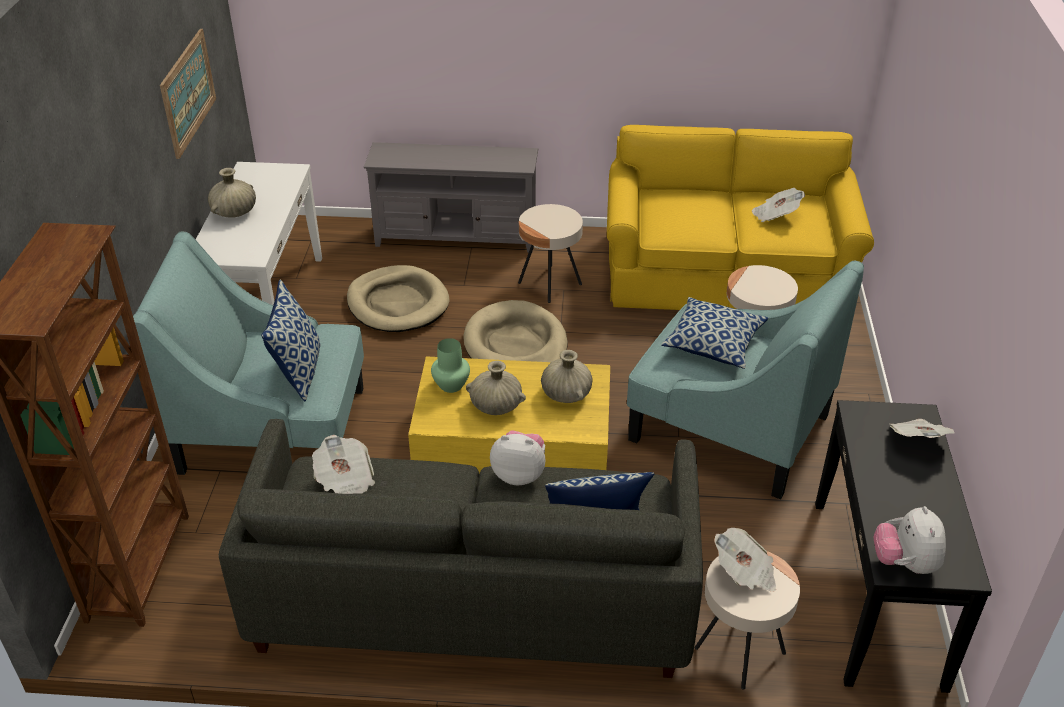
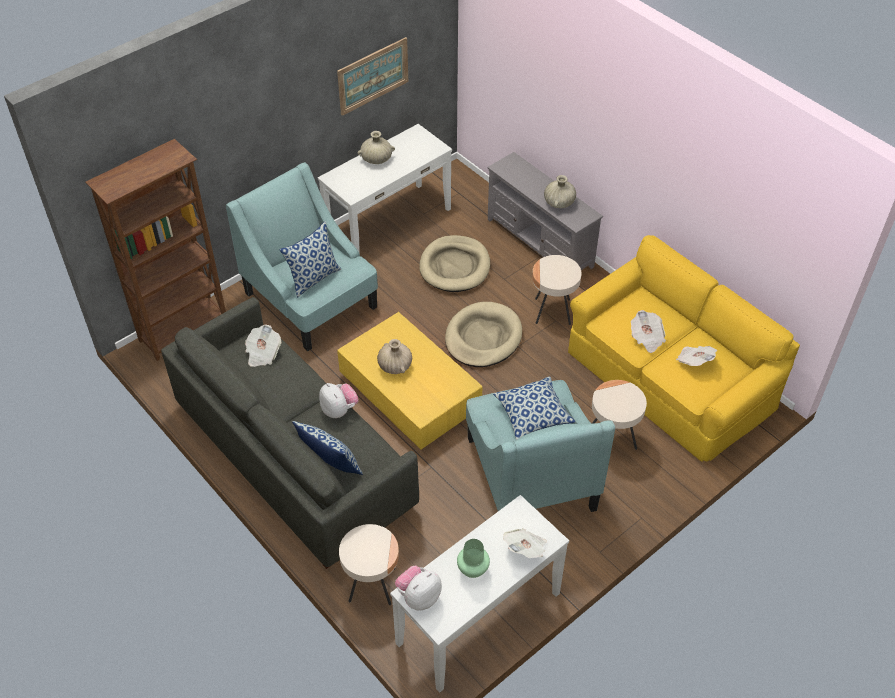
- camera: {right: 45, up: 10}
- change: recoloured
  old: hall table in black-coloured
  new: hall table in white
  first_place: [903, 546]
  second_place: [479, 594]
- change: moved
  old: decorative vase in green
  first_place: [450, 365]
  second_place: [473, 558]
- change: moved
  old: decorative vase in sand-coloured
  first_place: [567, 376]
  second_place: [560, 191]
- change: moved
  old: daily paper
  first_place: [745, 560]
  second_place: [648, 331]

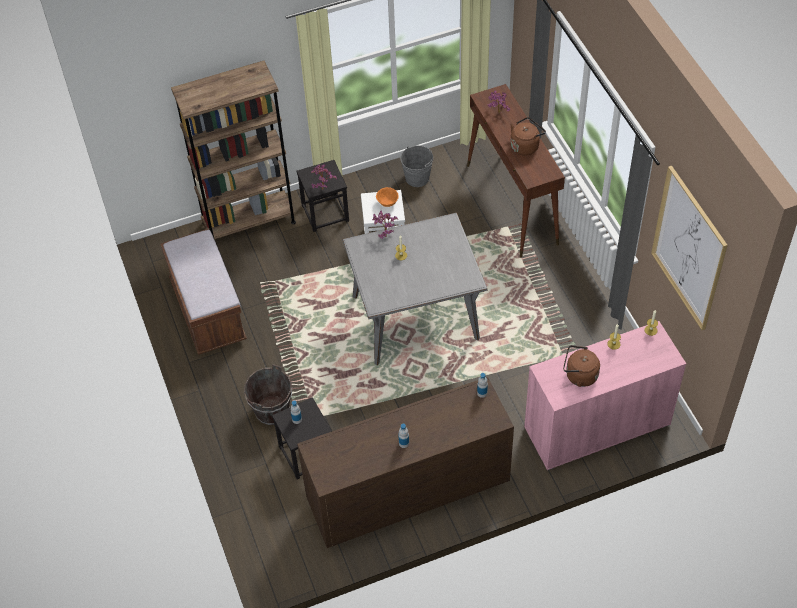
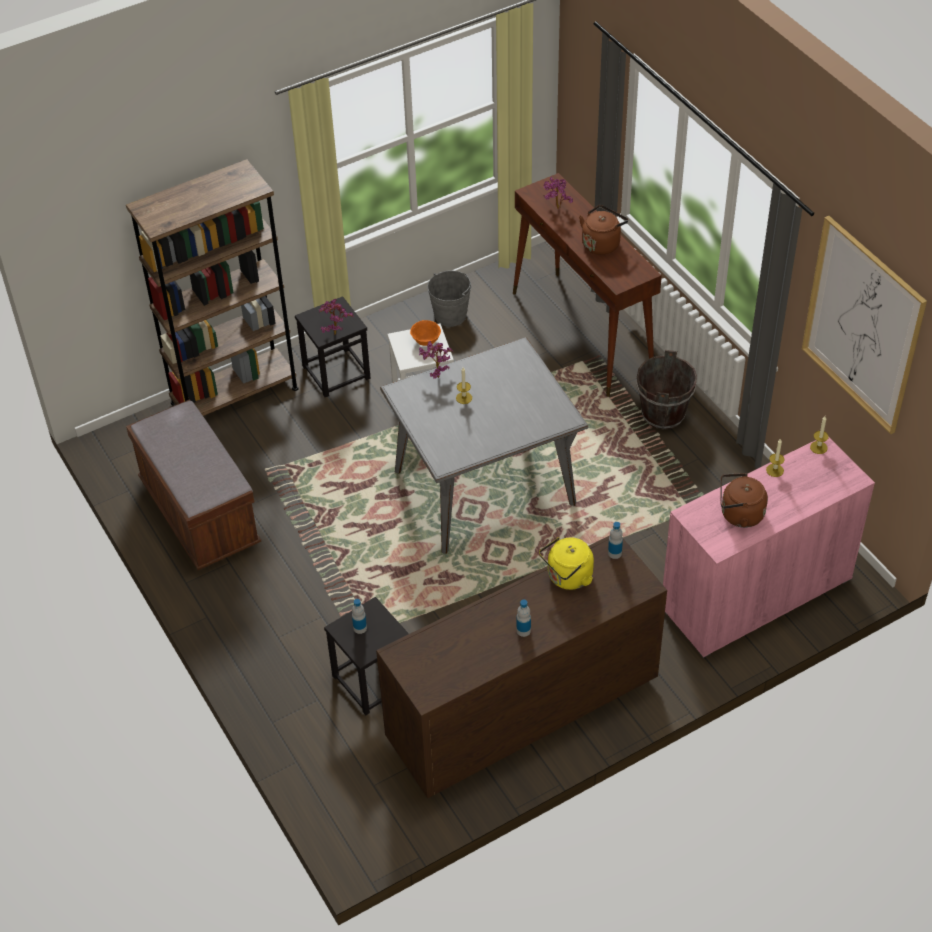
- camera: {right: -10, up: -5}
- change: added
  new: kettle in yellow
  second_place: [566, 563]
- change: moved
  old: water bucket in brown
  first_place: [268, 394]
  second_place: [666, 390]

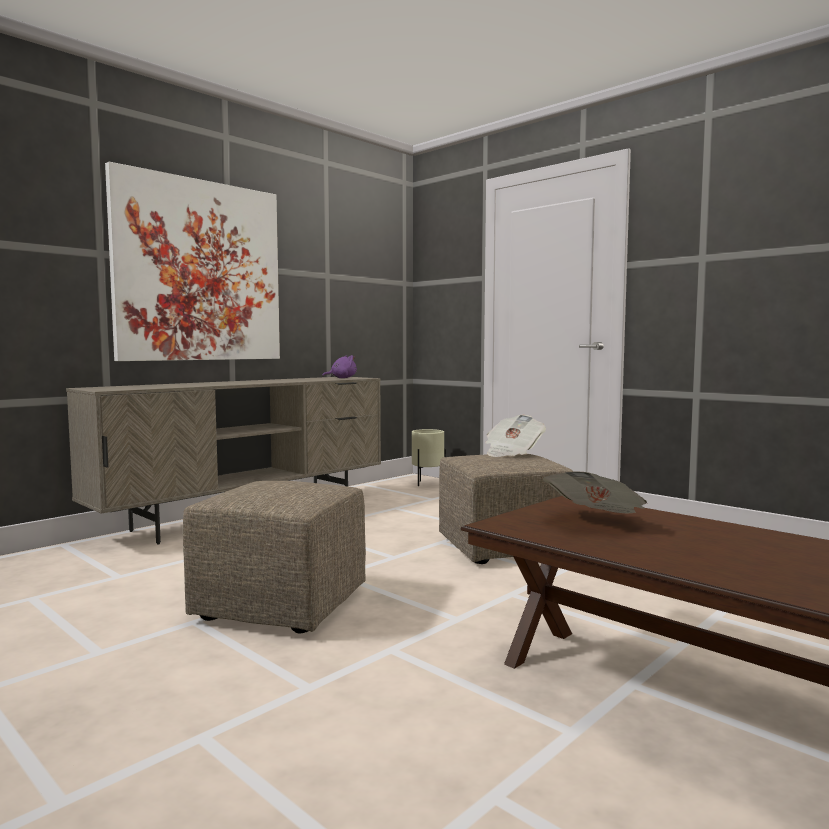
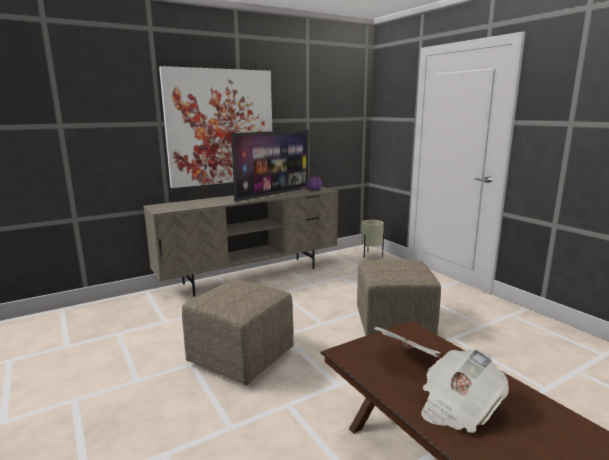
- camera: {right: 15, up: 10}
- change: added
  new: television
  second_place: [270, 166]
- change: moved
  old: daily paper
  first_place: [515, 436]
  second_place: [465, 391]

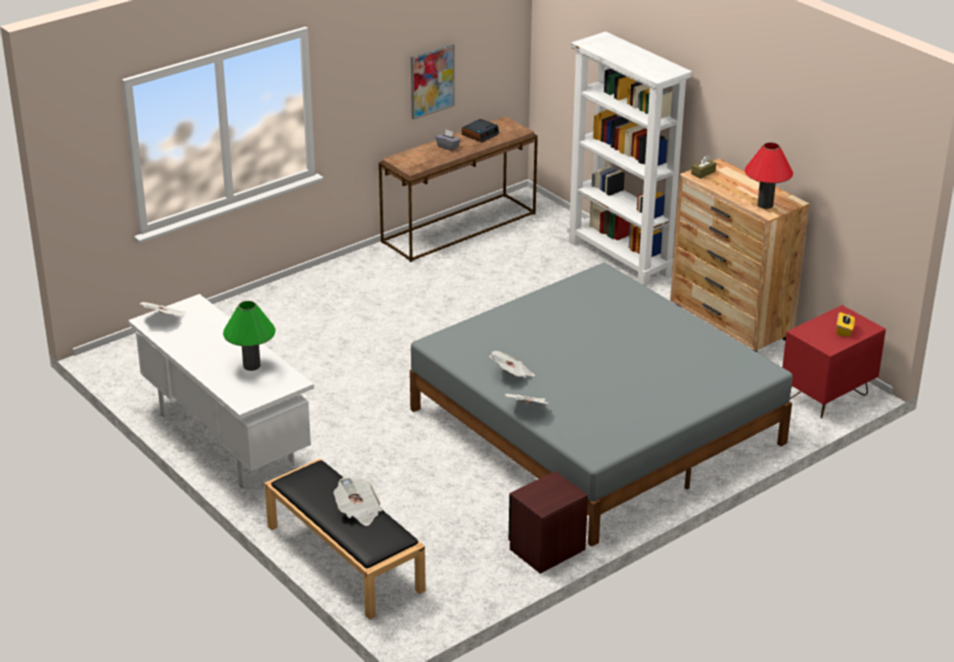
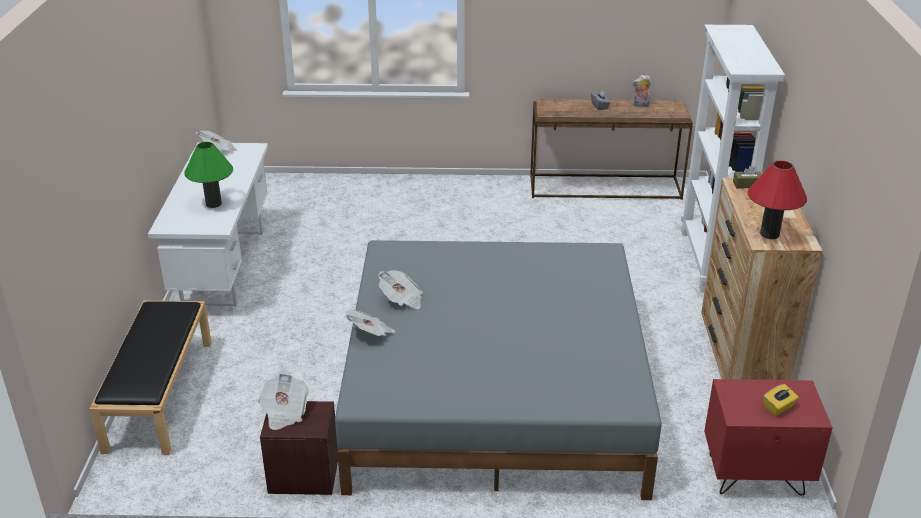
- camera: {right: 40, up: 0}
- change: moved
  old: daily paper
  first_place: [358, 501]
  second_place: [283, 401]
- change: replaced
  old: bedside clock
  new: plush toy
  first_place: [480, 131]
  second_place: [641, 91]
- change: removed
  old: wall picture
  first_place: [432, 82]

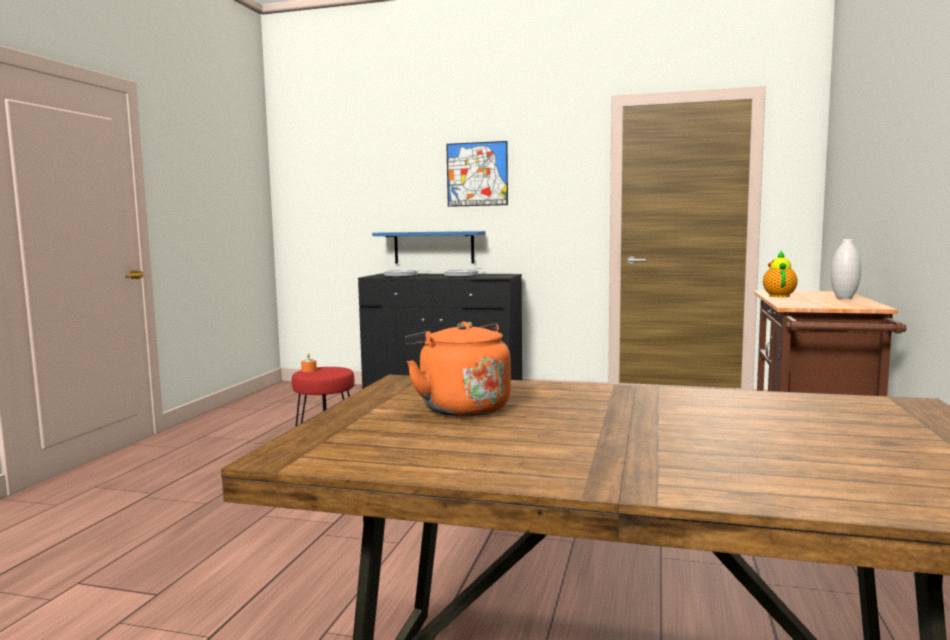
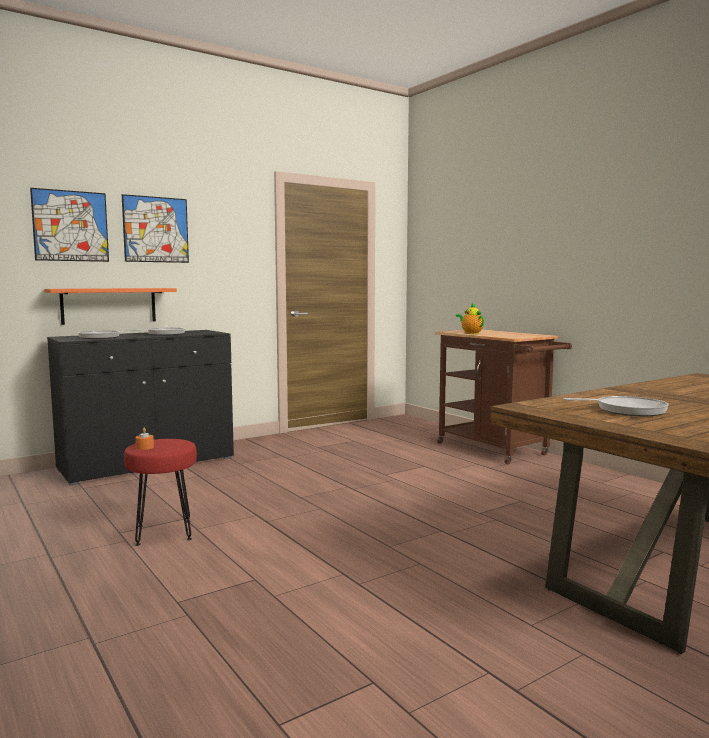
- camera: {right: -50, up: 0}
- change: added
  new: wall picture
  second_place: [69, 225]
- change: recoloured
  old: wall shelf in blue-coloured
  new: wall shelf in orange-coloured
  first_place: [428, 247]
  second_place: [110, 306]
- change: replaced
  old: kettle in orange-coloured
  new: skillet
  first_place: [458, 368]
  second_place: [616, 406]
- change: removed
  old: decorative vase in white
  first_place: [846, 269]

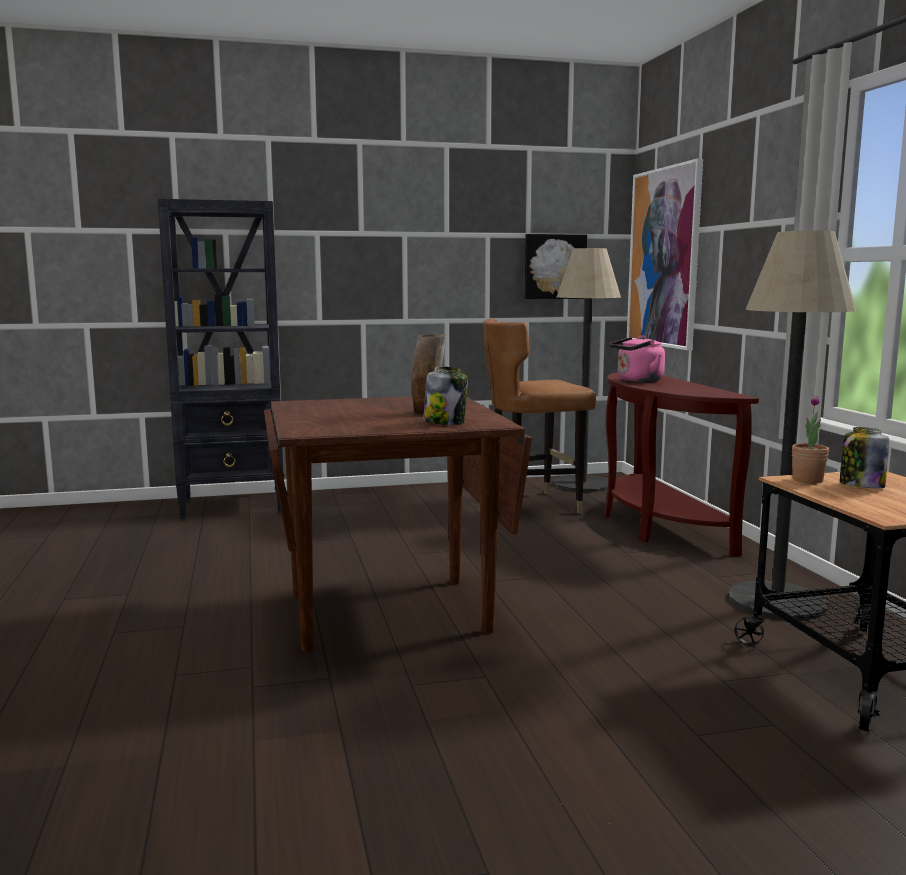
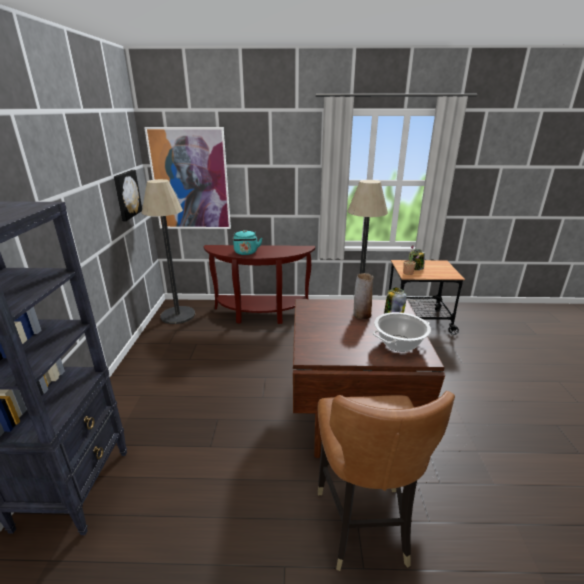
- camera: {right: -75, up: 15}
- change: recoloured
  old: kettle in pink-coloured
  new: kettle in blue-green
  first_place: [637, 359]
  second_place: [247, 242]
- change: moved
  old: upright chair in brown
  first_place: [539, 416]
  second_place: [386, 481]
- change: added
  new: saucepot
  second_place: [402, 332]

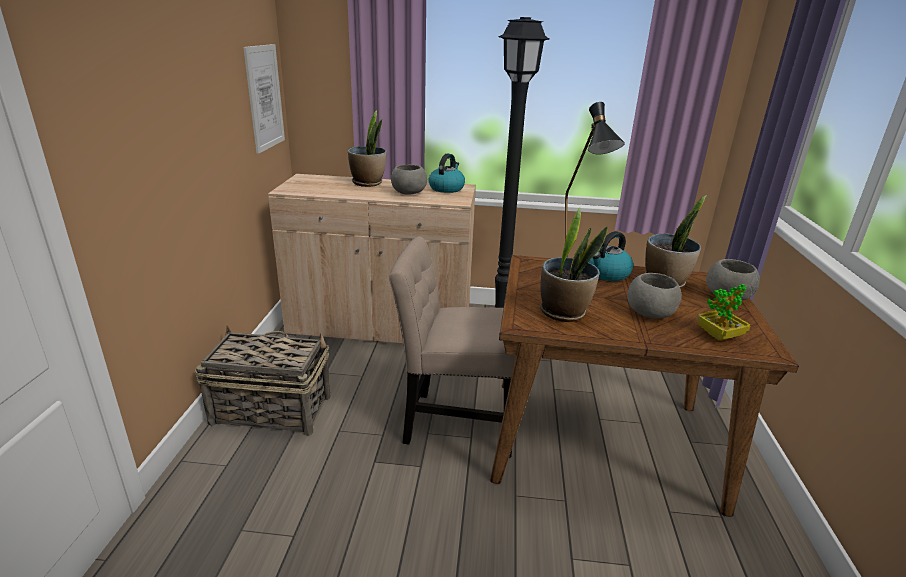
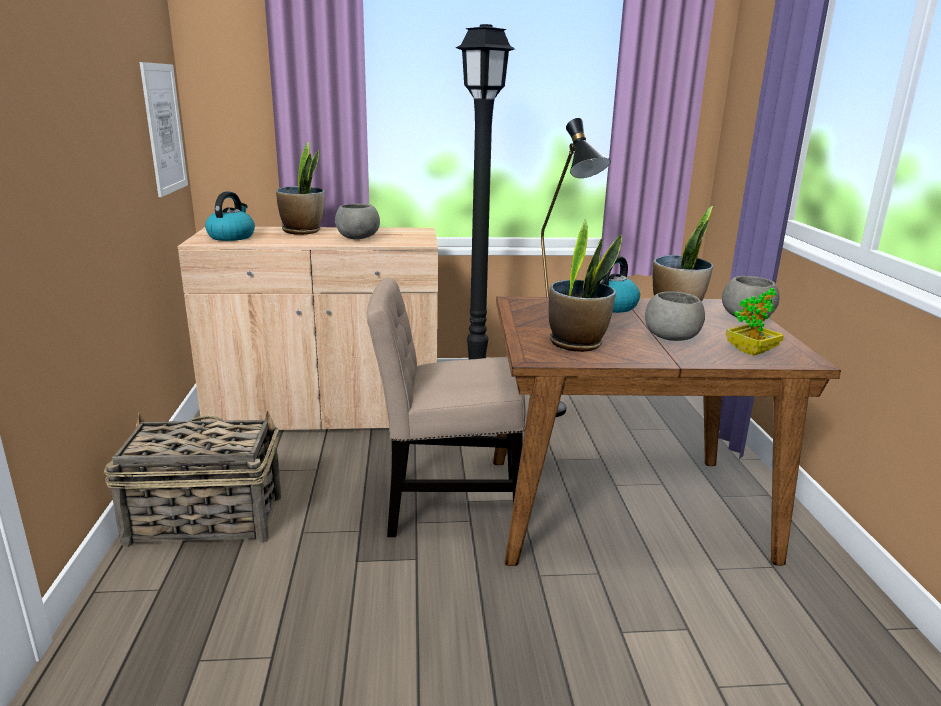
- camera: {right: -10, up: -5}
- change: moved
  old: kettle
  first_place: [446, 173]
  second_place: [230, 216]

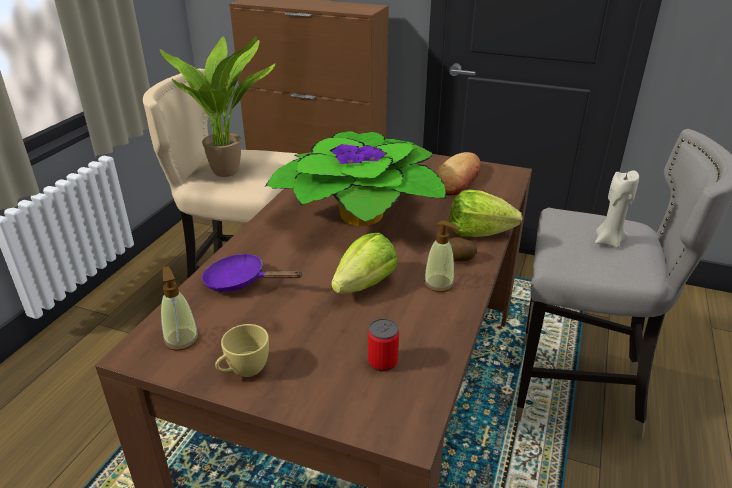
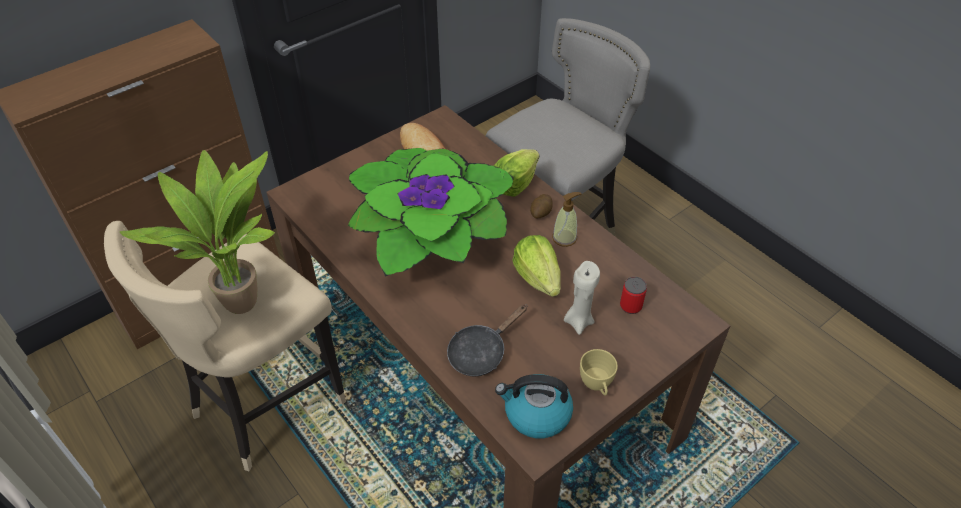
- camera: {right: -60, up: 15}
- change: recoloured
  old: skillet in purplish
  new: skillet in black-coloured
  first_place: [252, 272]
  second_place: [487, 341]
- change: replaced
  old: liquid soap bottle
  new: kettle
  first_place: [180, 308]
  second_place: [534, 406]
- change: moved
  old: candle in sand-coloured
  first_place: [617, 209]
  second_place: [582, 298]

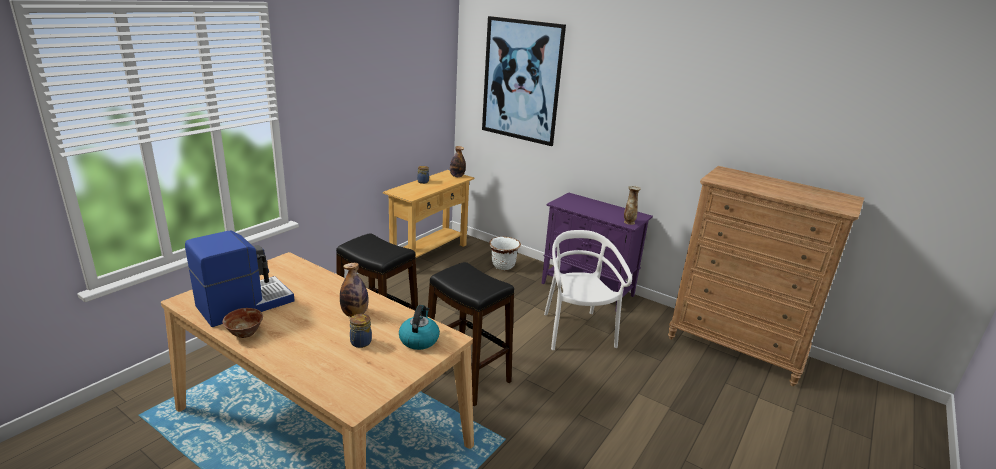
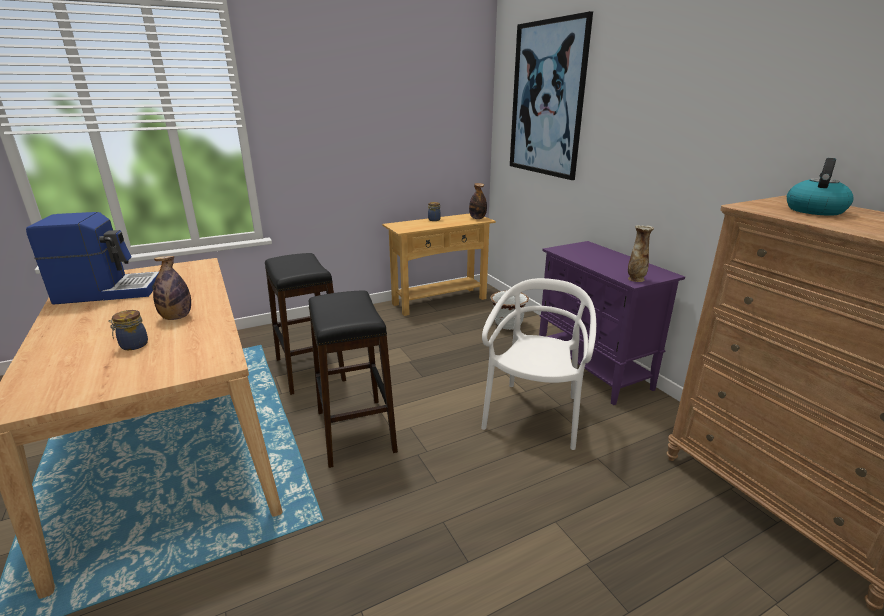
- camera: {right: 30, up: 0}
- change: moved
  old: kettle
  first_place: [419, 327]
  second_place: [820, 187]
- change: removed
  old: bowl
  first_place: [242, 323]

